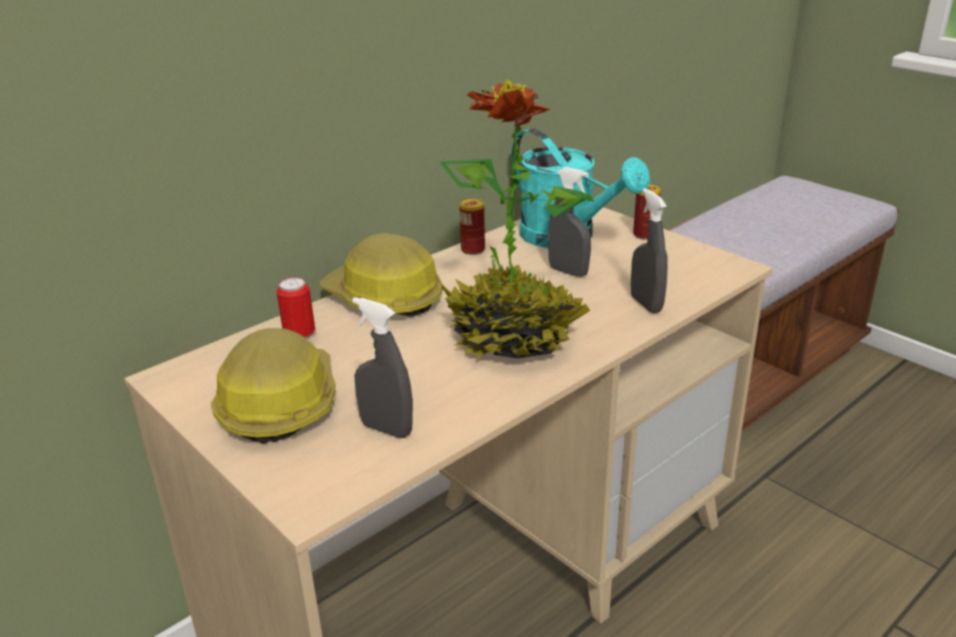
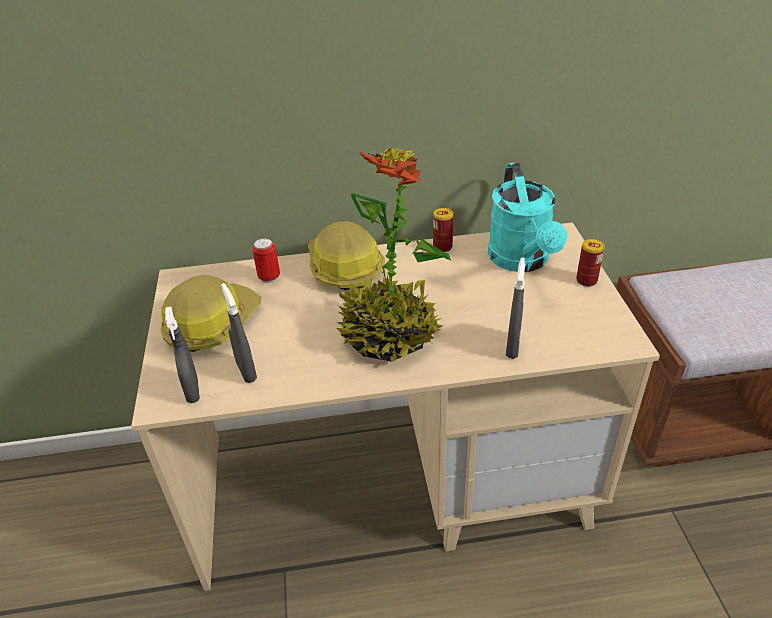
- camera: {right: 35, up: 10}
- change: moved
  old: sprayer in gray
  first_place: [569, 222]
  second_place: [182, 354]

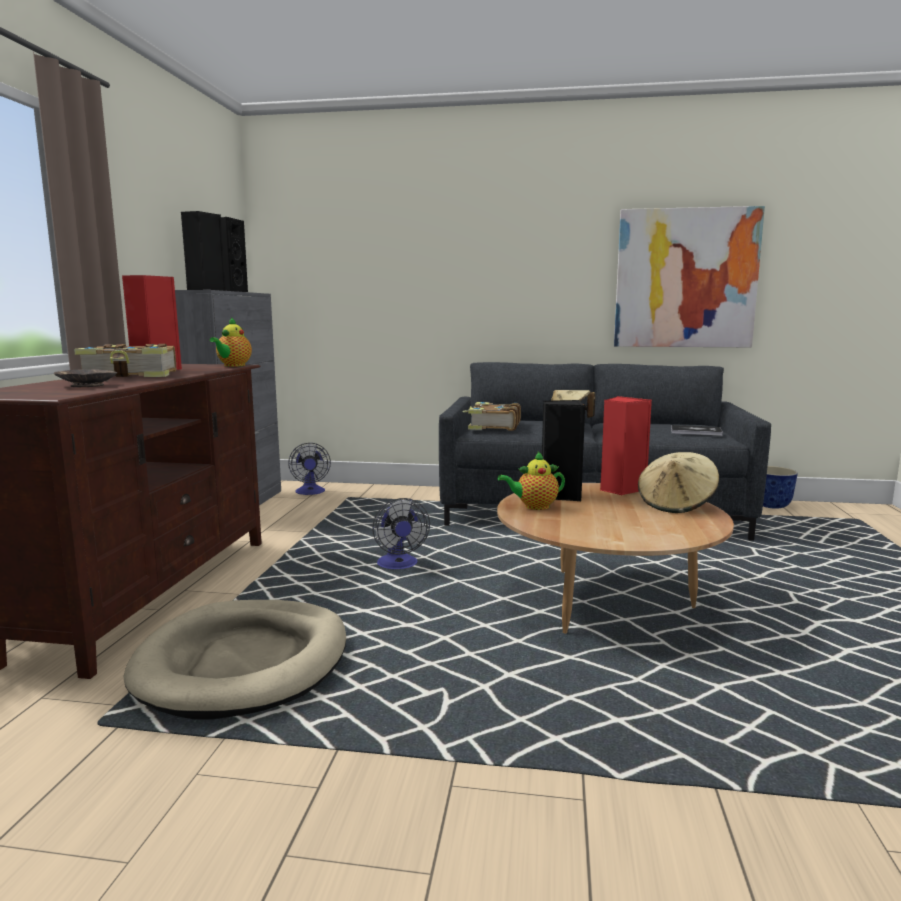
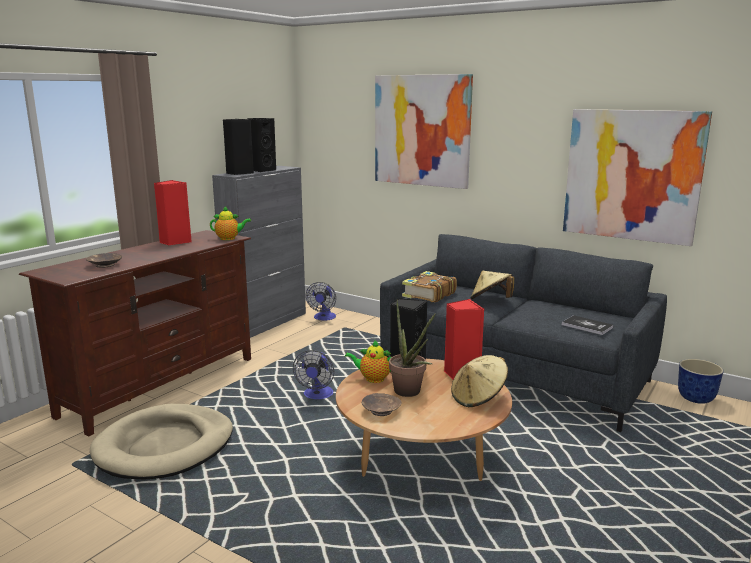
- camera: {right: 25, up: 5}
- change: turned
  old: tea pot
  first_place: [231, 342]
  second_place: [230, 223]
  degrees: -135
- change: added
  new: bowl in brown
  second_place: [382, 404]
- change: added
  new: wall picture
  second_place: [424, 131]
- change: added
  new: potted plant
  second_place: [412, 348]
- change: removed
  old: bound book
  first_place: [125, 360]

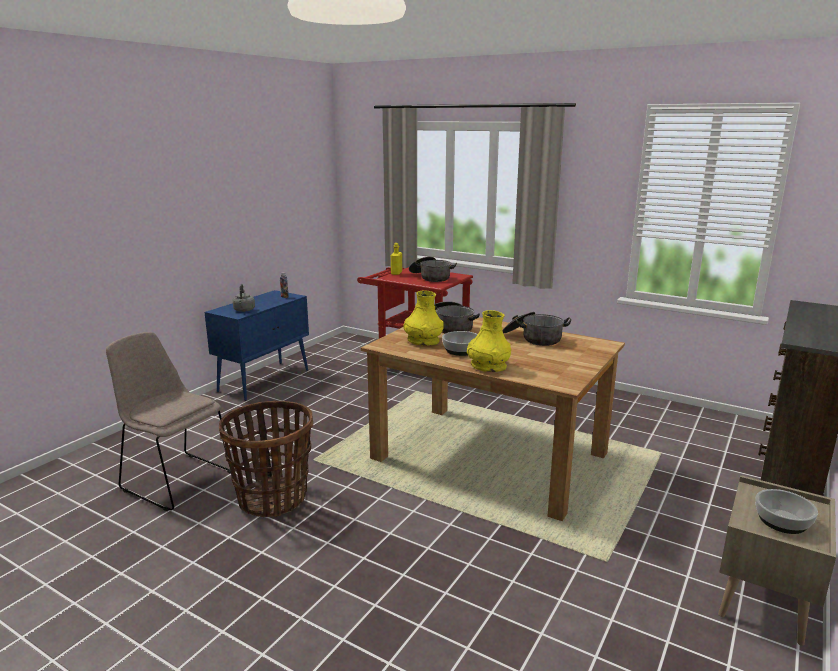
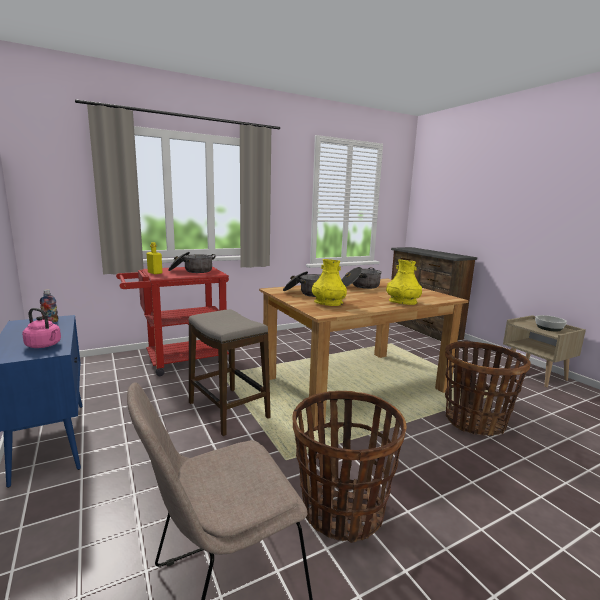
- camera: {right: -60, up: -5}
- change: recoloured
  old: kettle in gray
  new: kettle in pink-coloured
  first_place: [244, 298]
  second_place: [41, 328]
- change: added
  new: sitting stool
  second_place: [230, 372]
- change: added
  new: basket
  second_place: [488, 388]
- change: removed
  old: bowl
  first_place: [460, 343]

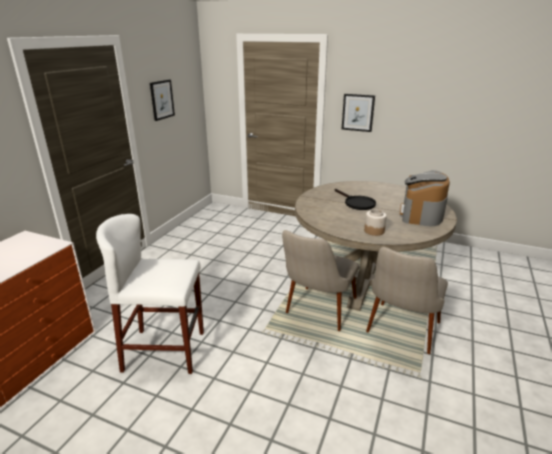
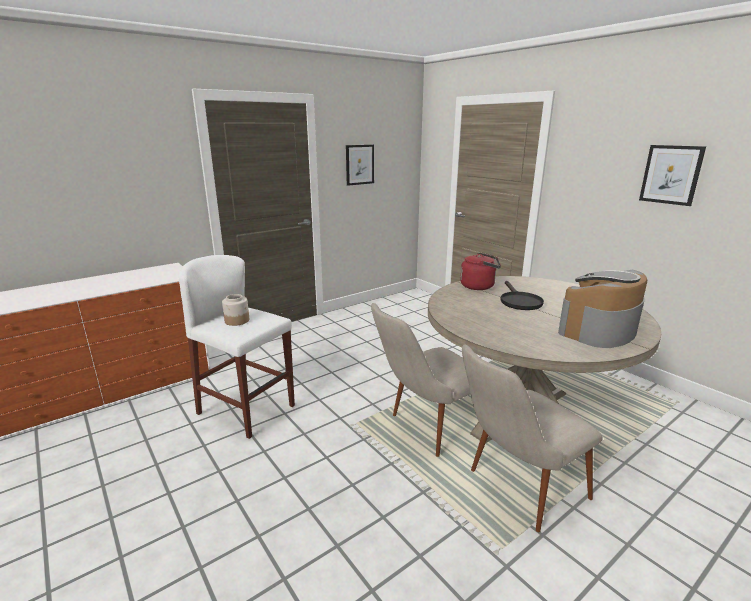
- camera: {right: 30, up: -5}
- change: moved
  old: jar
  first_place: [375, 222]
  second_place: [235, 310]
- change: added
  new: kettle in reddish
  second_place: [480, 271]
- change: moved
  old: wall picture
  first_place: [358, 113]
  second_place: [672, 175]

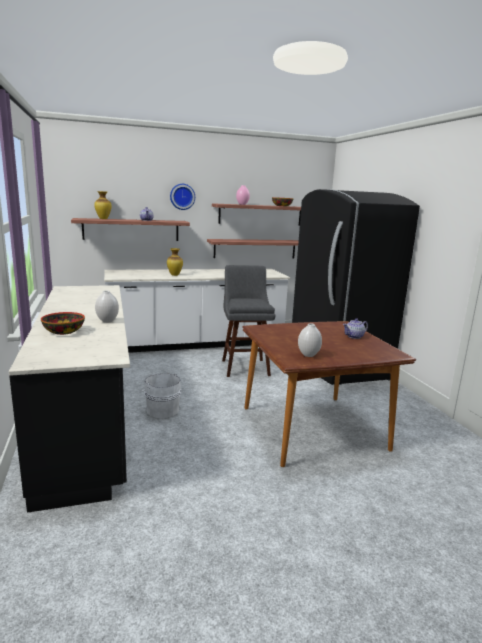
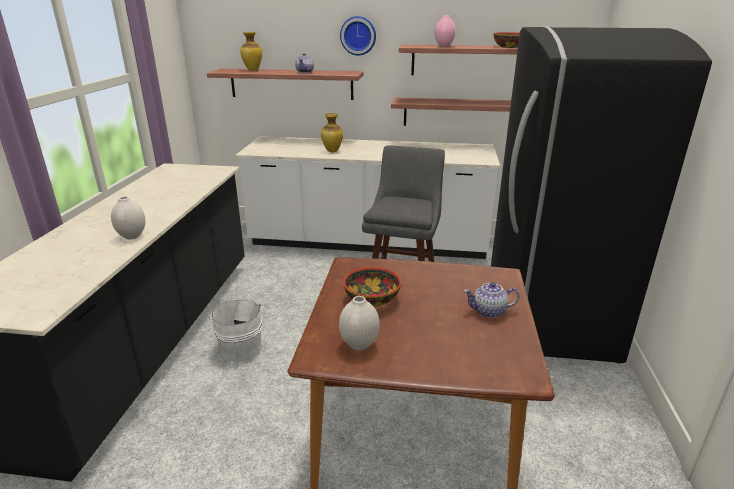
- camera: {right: 25, up: 10}
- change: moved
  old: bowl
  first_place: [63, 323]
  second_place: [372, 287]

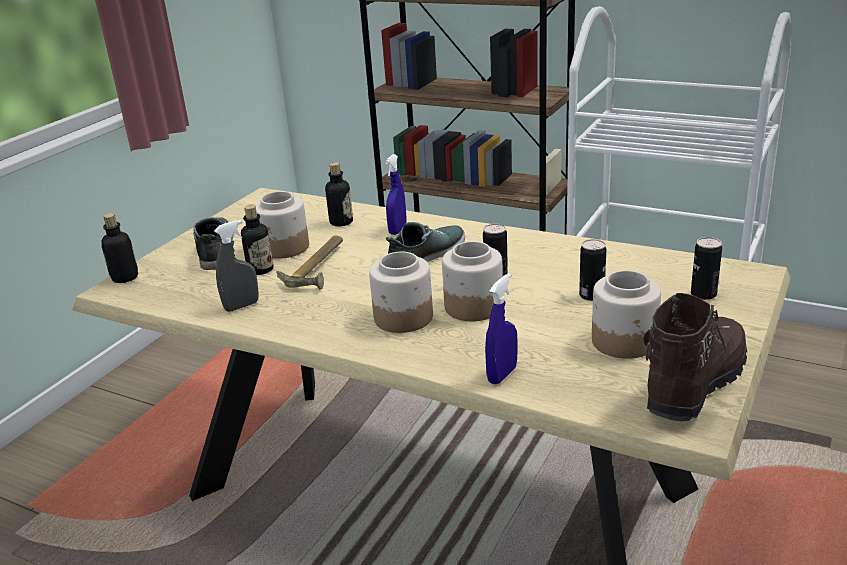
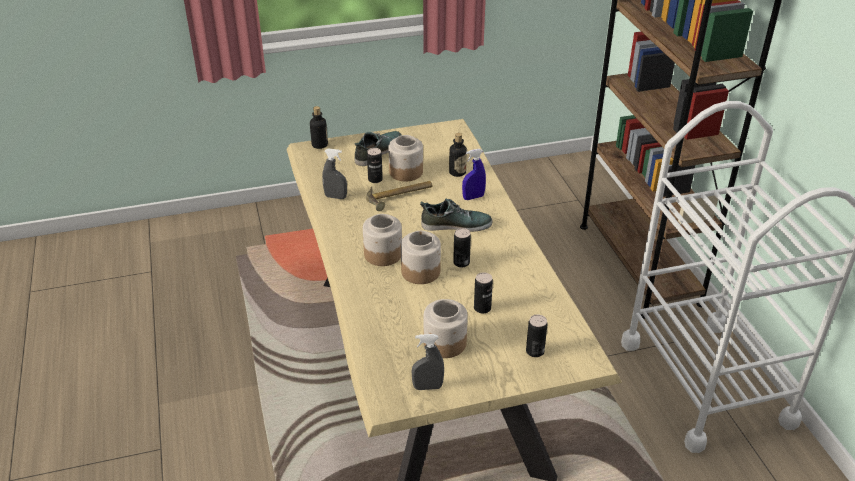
- camera: {right: 45, up: 10}
- change: replaced
  old: drink bottle
  new: can
  first_place: [257, 240]
  second_place: [375, 165]
- change: replaced
  old: boot in brown
  new: sprayer in gray
  first_place: [695, 357]
  second_place: [427, 362]
- change: removed
  old: sprayer in blue-coloured
  first_place: [501, 328]

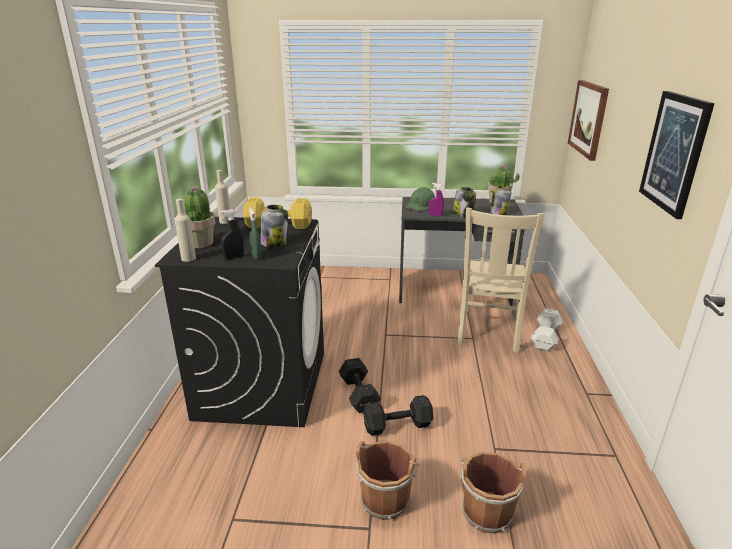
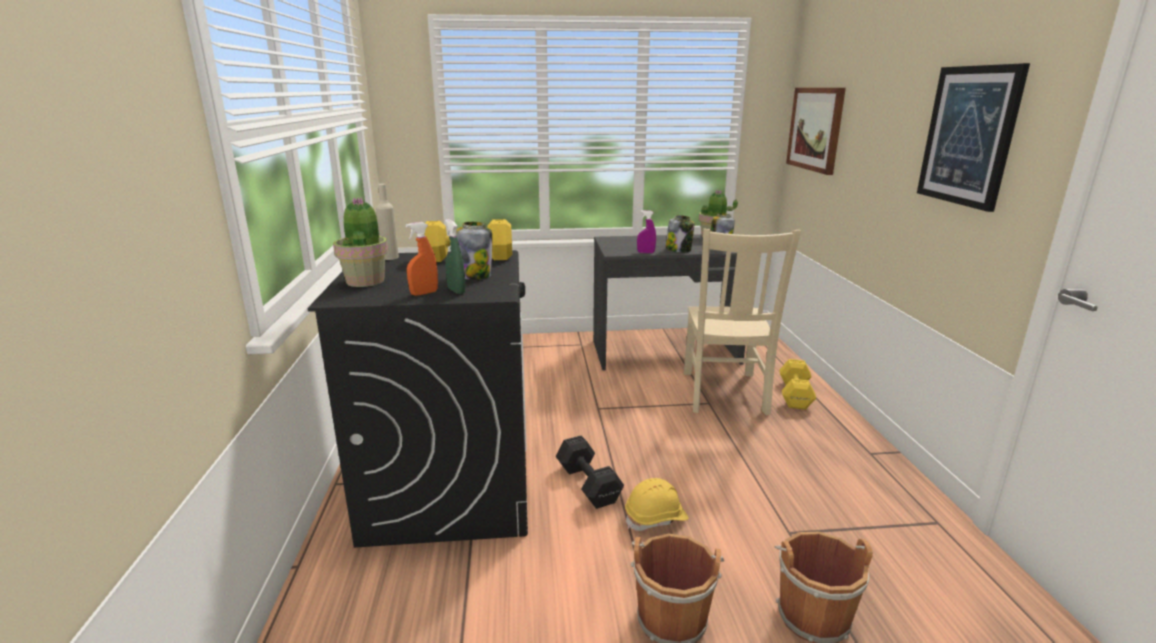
- camera: {right: -10, up: -5}
- change: recoloured
  old: sprayer in black-coloured
  new: sprayer in orange-coloured
  first_place: [232, 234]
  second_place: [422, 259]
- change: replaced
  old: hand weight in black-coloured
  new: work helmet in yellow
  first_place: [398, 415]
  second_place: [656, 504]
- change: recoloured
  old: hand weight in white
  new: hand weight in yellow
  first_place: [547, 329]
  second_place: [798, 384]
- change: removed
  old: drink bottle in sand-coloured
  first_place: [185, 230]
- change: removed
  old: work helmet in green
  first_place: [420, 198]

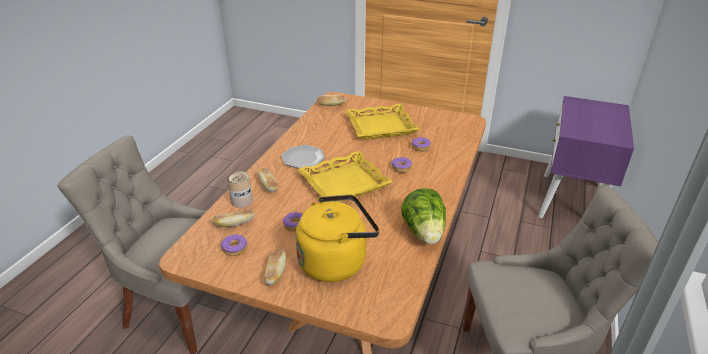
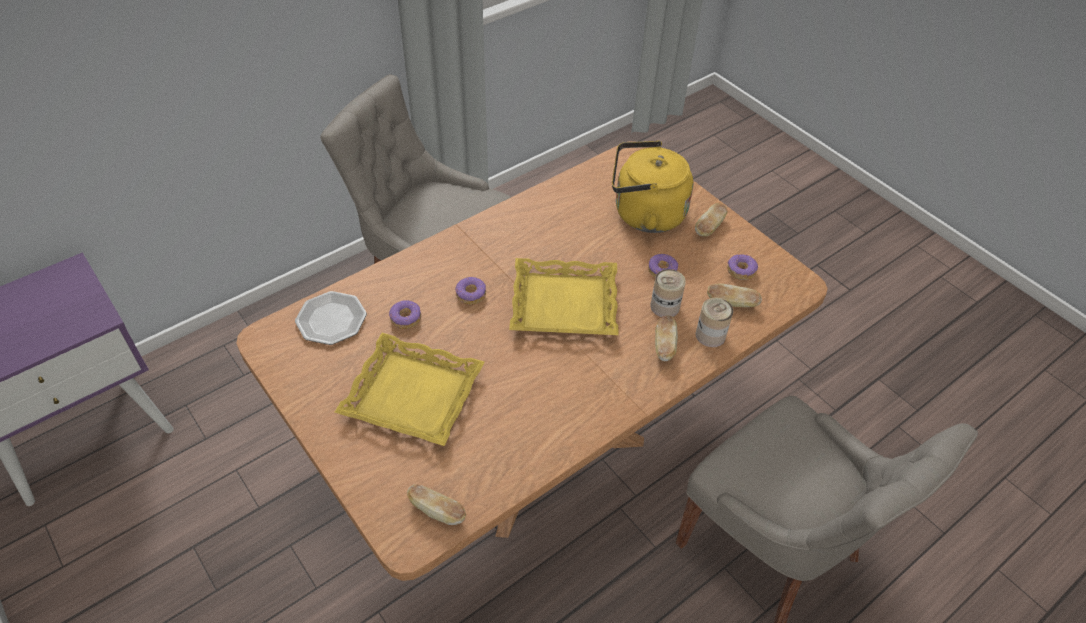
- camera: {right: -150, up: 15}
- change: moved
  old: flat dish
  first_place: [303, 157]
  second_place: [331, 318]
- change: added
  new: can
  second_place: [668, 293]
- change: removed
  old: lettuce
  first_place: [423, 216]

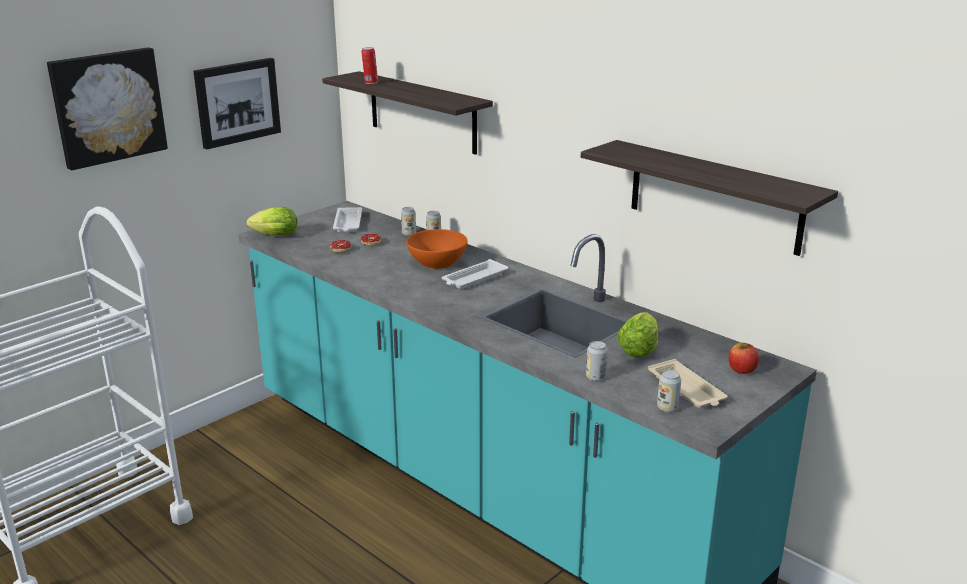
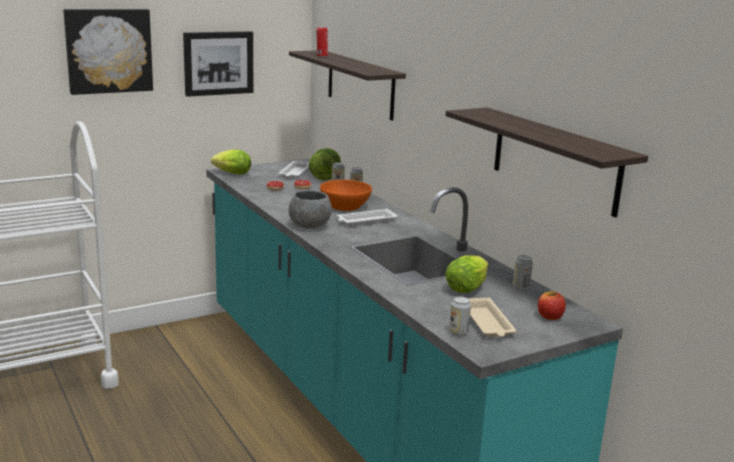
- camera: {right: 15, up: -5}
- change: added
  new: bowl in gray
  second_place: [310, 209]
- change: added
  new: lettuce
  second_place: [325, 164]
- change: moved
  old: can
  first_place: [597, 361]
  second_place: [523, 272]

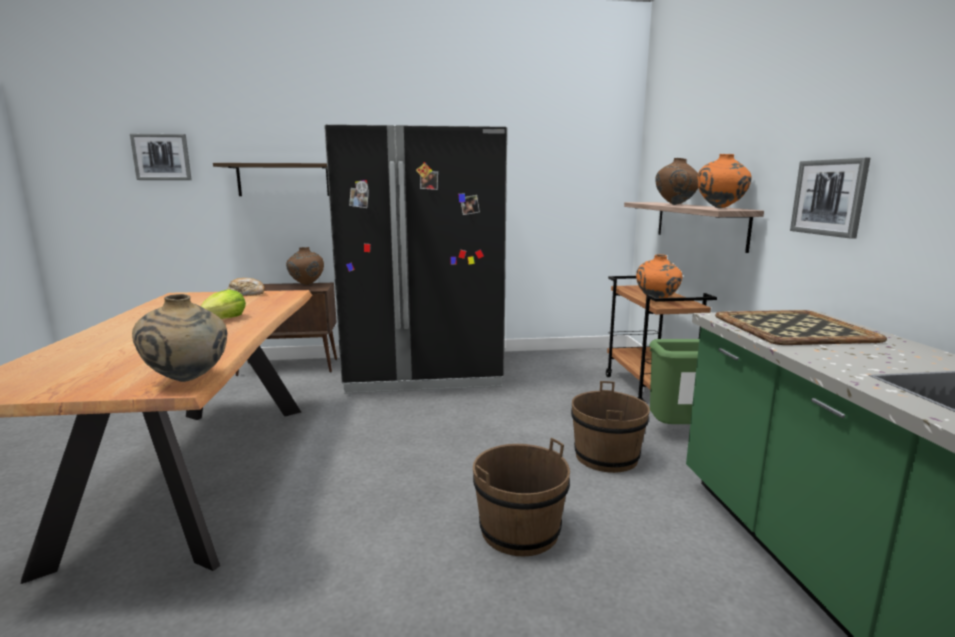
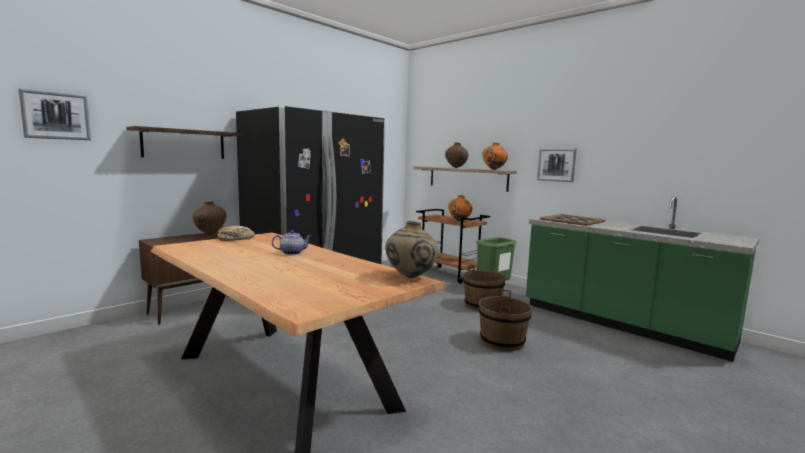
- camera: {right: -40, up: -5}
- change: replaced
  old: lettuce
  new: tea pot
  first_place: [223, 304]
  second_place: [292, 242]

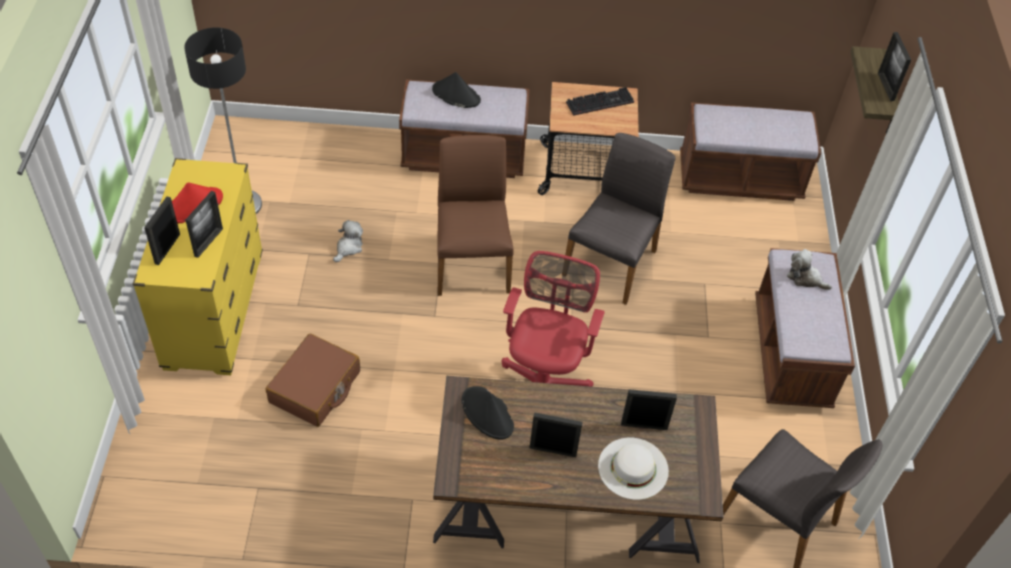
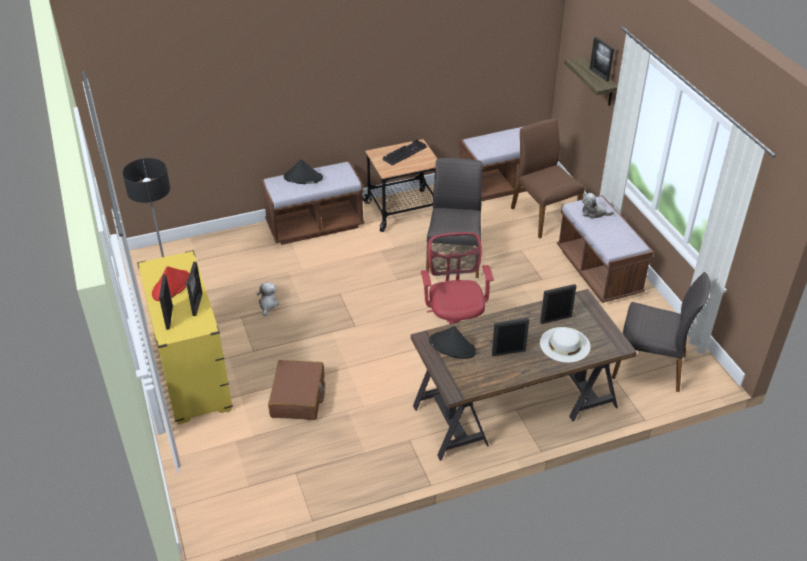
- camera: {right: -20, up: -10}
- change: moved
  old: upright chair in brown
  first_place: [475, 215]
  second_place: [548, 178]

